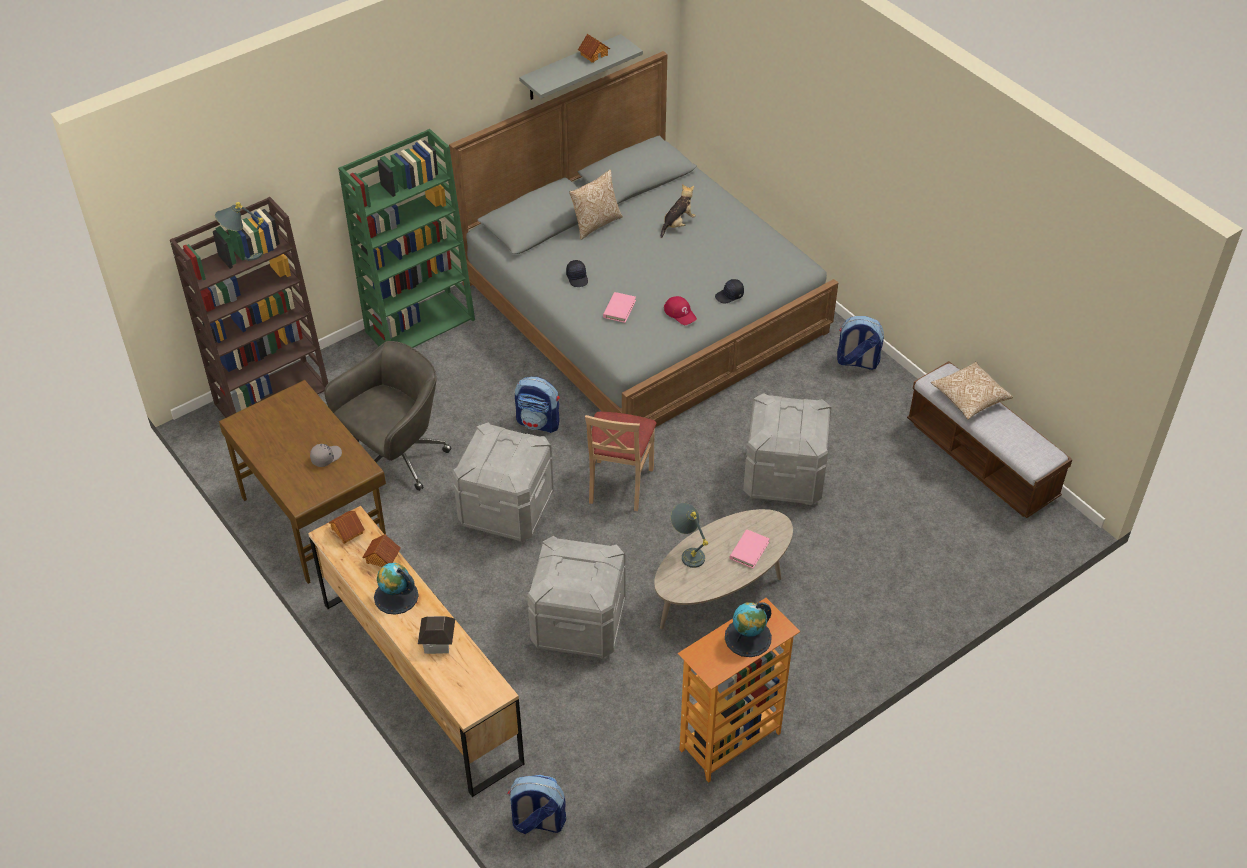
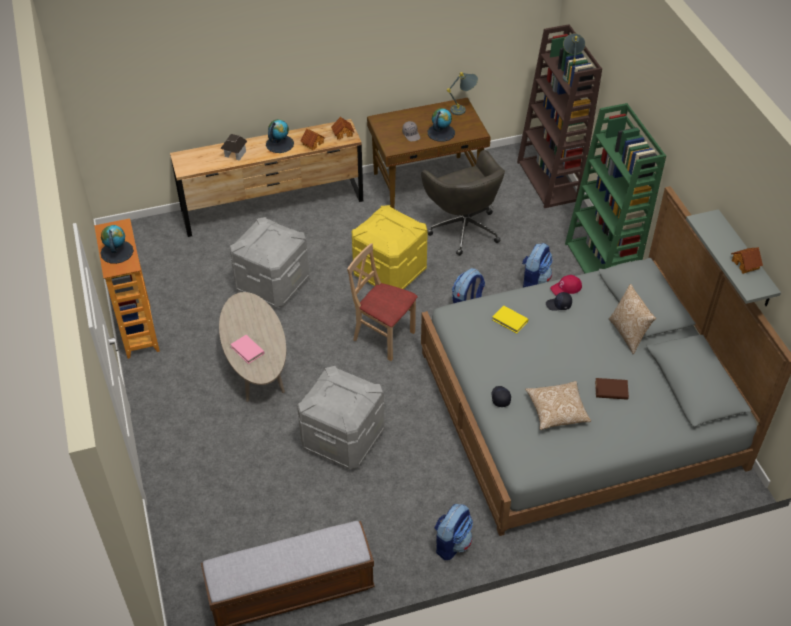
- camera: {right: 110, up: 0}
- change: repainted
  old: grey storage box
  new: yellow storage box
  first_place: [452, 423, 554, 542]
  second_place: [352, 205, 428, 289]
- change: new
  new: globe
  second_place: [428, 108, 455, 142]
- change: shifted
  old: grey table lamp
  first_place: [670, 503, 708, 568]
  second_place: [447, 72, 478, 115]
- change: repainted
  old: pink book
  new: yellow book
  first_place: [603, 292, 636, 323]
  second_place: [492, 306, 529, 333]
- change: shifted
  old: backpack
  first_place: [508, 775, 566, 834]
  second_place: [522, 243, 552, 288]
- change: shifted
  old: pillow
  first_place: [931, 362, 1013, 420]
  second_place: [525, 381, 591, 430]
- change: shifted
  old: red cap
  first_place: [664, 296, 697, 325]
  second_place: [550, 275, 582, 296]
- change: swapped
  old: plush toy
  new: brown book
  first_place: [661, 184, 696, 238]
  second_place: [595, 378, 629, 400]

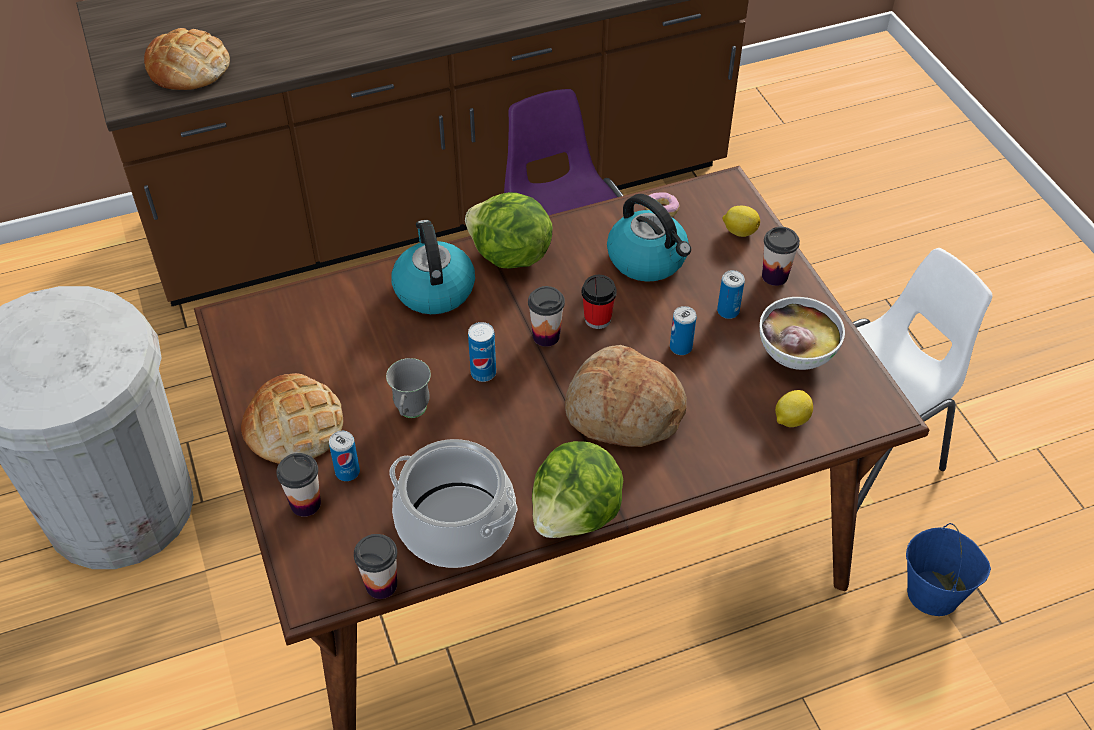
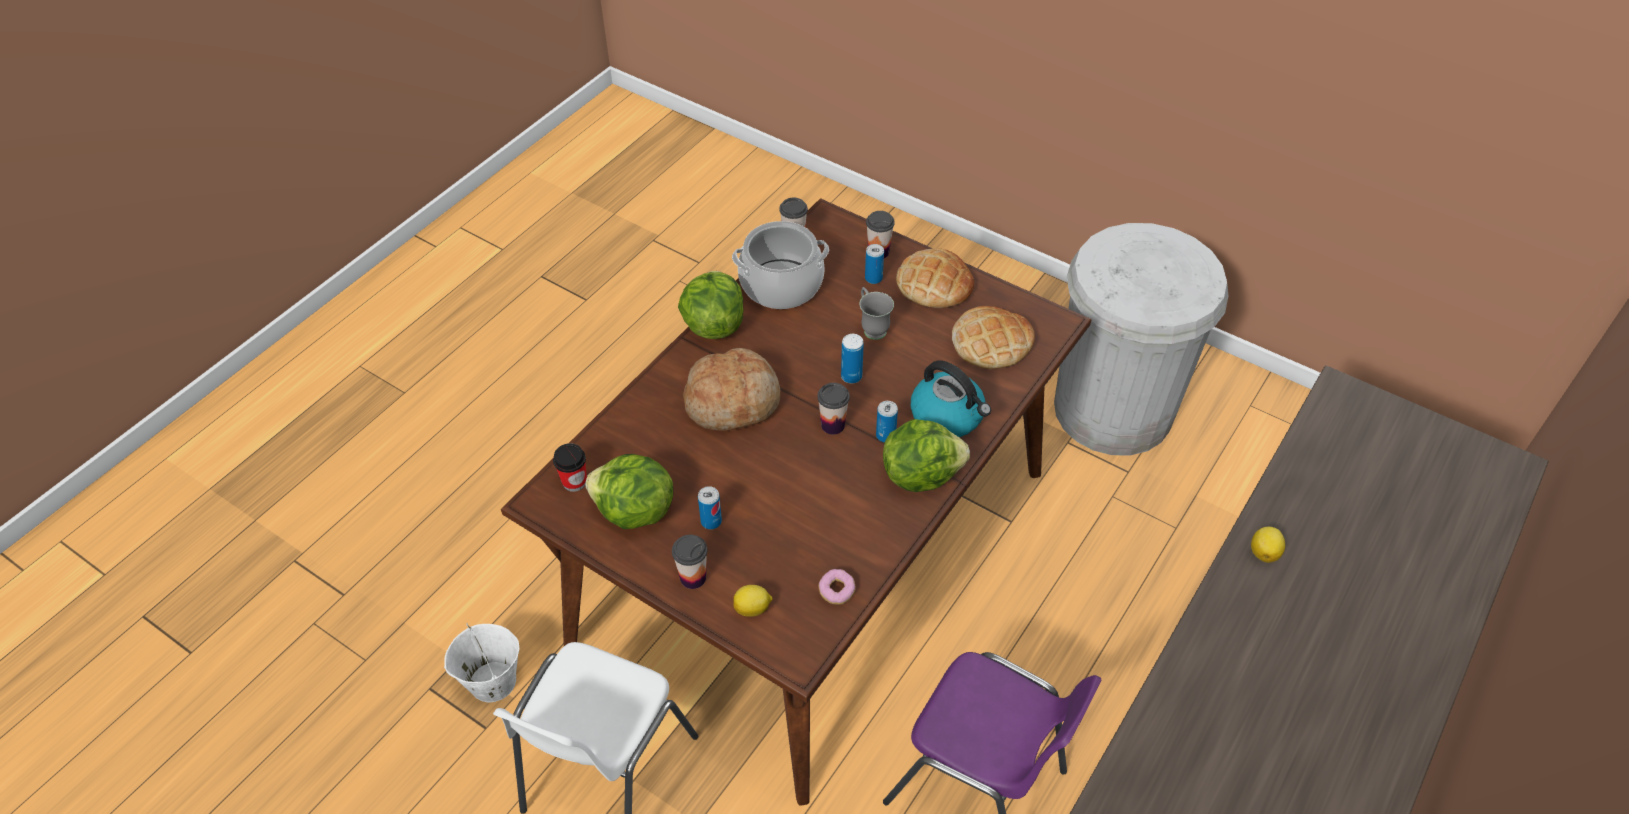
- camera: {right: 145, up: 0}
- change: repainted
  old: blue bucket
  new: white bucket
  first_place: [906, 523, 991, 616]
  second_place: [444, 624, 519, 702]
- change: shifted
  old: cup
  first_place: [581, 275, 617, 329]
  second_place: [553, 443, 587, 492]
- change: swapped
  old: bowl
  new: lettuce
  first_place: [759, 297, 845, 370]
  second_place: [585, 454, 673, 529]
- change: shifted
  old: can
  first_place: [670, 306, 697, 355]
  second_place: [876, 401, 898, 443]
- change: shifted
  old: bread
  first_place: [144, 28, 230, 90]
  second_place: [952, 306, 1035, 369]
- change: shifted
  old: lemon
  first_place: [775, 390, 813, 427]
  second_place: [1251, 527, 1285, 563]
- change: gone
  old: kettle
  first_place: [607, 194, 691, 282]

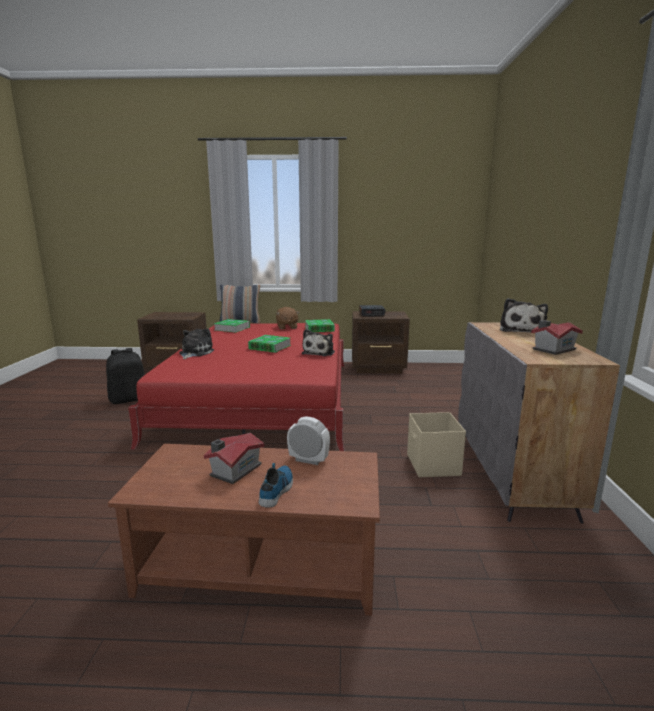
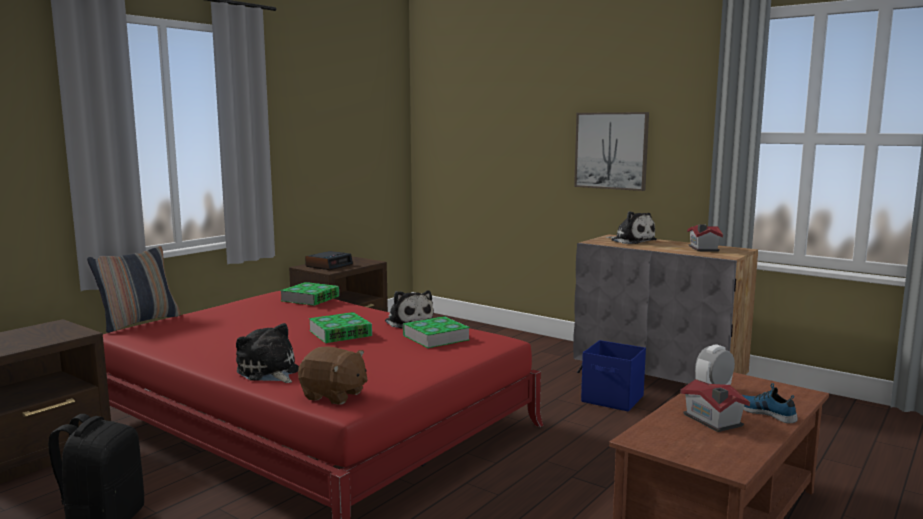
- camera: {right: -55, up: -5}
- change: shifted
  old: brown plush toy
  first_place: [276, 307, 299, 329]
  second_place: [298, 347, 368, 405]
- change: shifted
  old: book
  first_place: [214, 319, 250, 333]
  second_place: [403, 316, 470, 348]
- change: new
  new: picture
  second_place: [574, 112, 649, 191]
- change: repainted
  old: beige storage box
  new: blue storage box
  first_place: [407, 412, 466, 477]
  second_place: [581, 340, 646, 411]

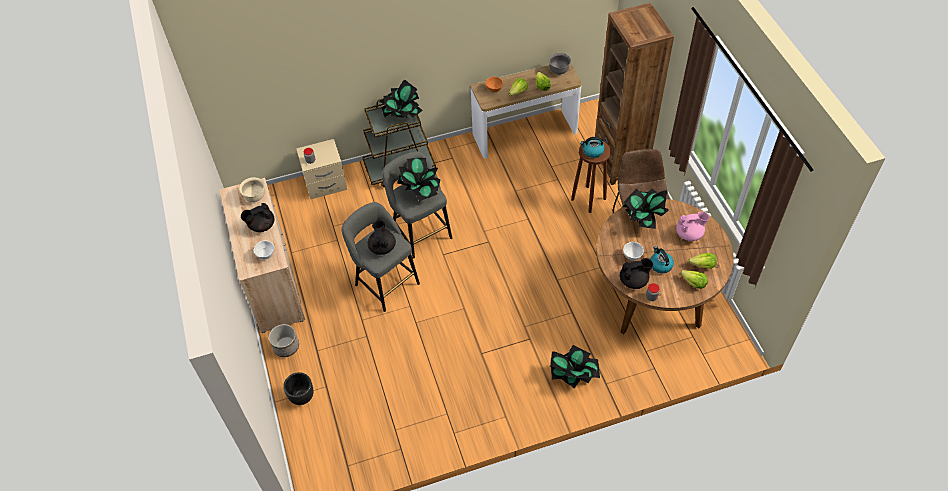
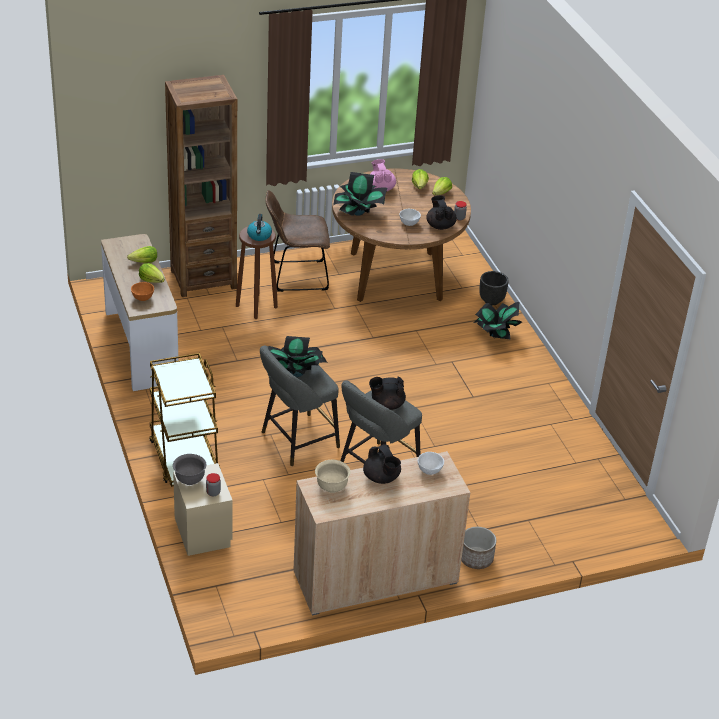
- camera: {right: -95, up: -15}
- change: shifted
  old: grey bowl
  first_place: [548, 53, 571, 75]
  second_place: [173, 454, 207, 485]
- change: shifted
  old: black planter
  first_place: [283, 372, 314, 405]
  second_place: [479, 271, 509, 305]
- change: gone
  old: potted plant
  first_place: [380, 80, 423, 118]
- change: gone
  old: kettle
  first_place: [650, 246, 674, 273]

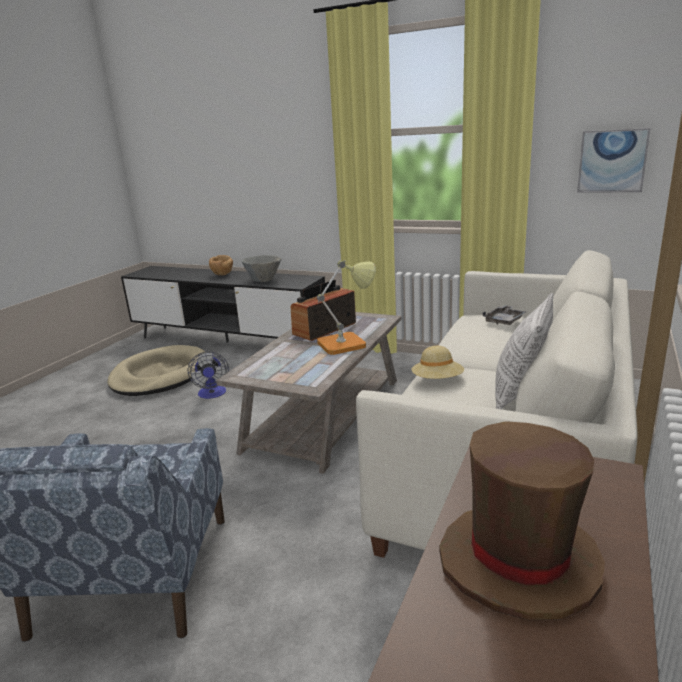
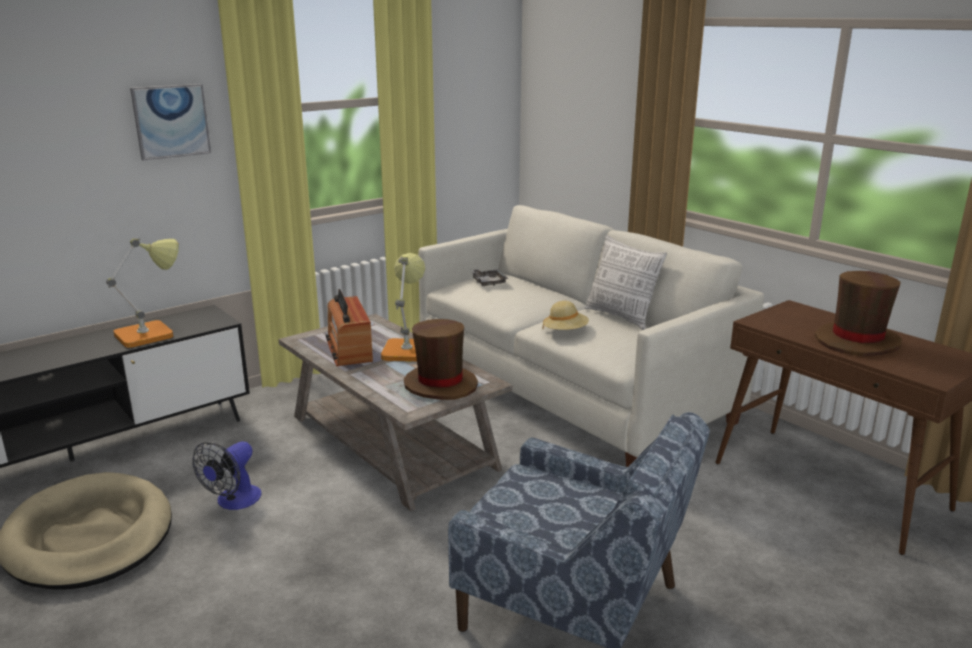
- camera: {right: -65, up: 0}
- change: swapped
  old: grey bowl
  new: table lamp
  first_place: [242, 255, 281, 282]
  second_place: [106, 238, 179, 348]
- change: shifted
  old: picture
  first_place: [577, 128, 650, 193]
  second_place: [130, 84, 211, 161]
- change: rotated
  old: fan
  first_place: [188, 351, 229, 399]
  second_place: [192, 441, 262, 510]
  degrees: 105
- change: new
  new: brown hat
  second_place: [404, 319, 478, 400]
- change: gone
  old: brown bowl
  first_place: [209, 255, 233, 276]

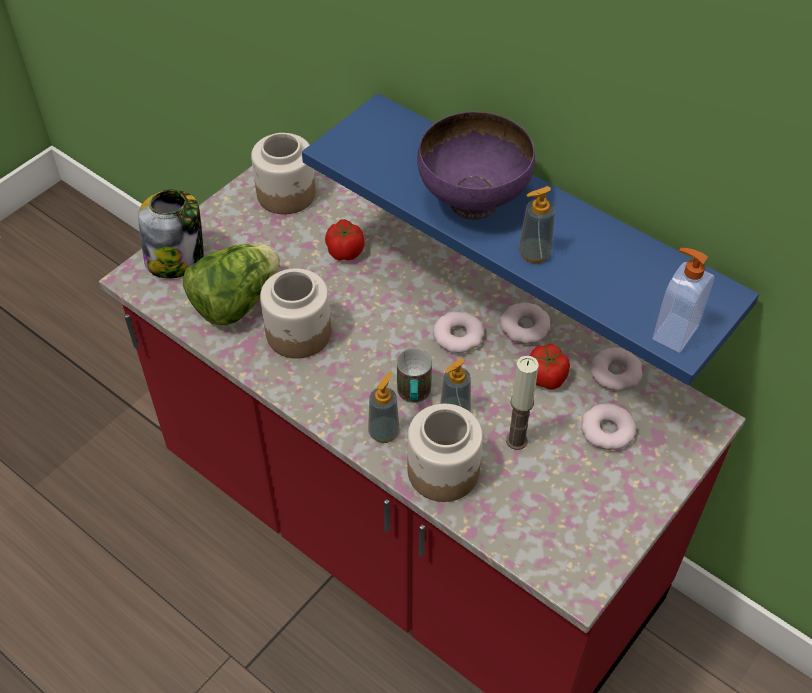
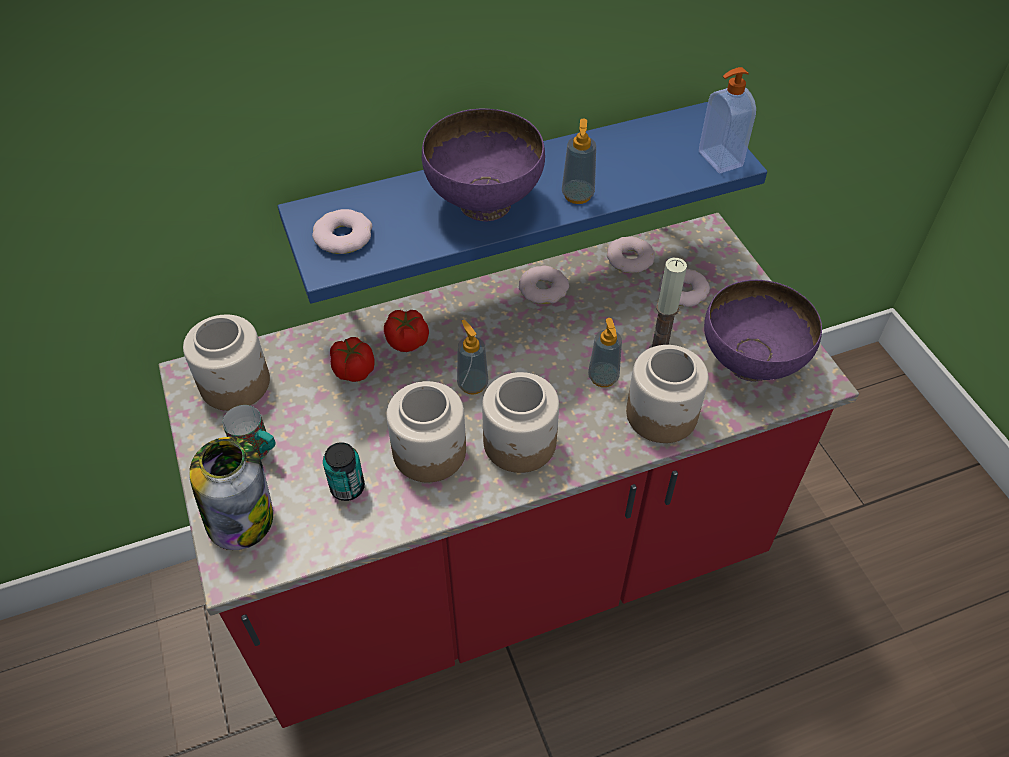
- camera: {right: -60, up: 0}
- change: shifted
  old: mug
  first_place: [397, 348, 432, 403]
  second_place: [222, 405, 276, 459]
- change: shifted
  old: donut
  first_place: [433, 312, 484, 353]
  second_place: [312, 209, 372, 254]
- change: swapped
  old: lettuce
  new: can
  first_place: [183, 243, 280, 325]
  second_place: [323, 442, 365, 501]
- change: shifted
  old: tomato
  first_place: [530, 343, 570, 389]
  second_place: [384, 310, 429, 352]
- change: shifted
  old: soap dispenser
  first_place: [368, 372, 400, 443]
  second_place: [457, 320, 488, 394]
- change: new
  new: jar
  second_place: [482, 372, 559, 473]
- change: new
  new: purple bowl
  second_place: [704, 280, 822, 382]

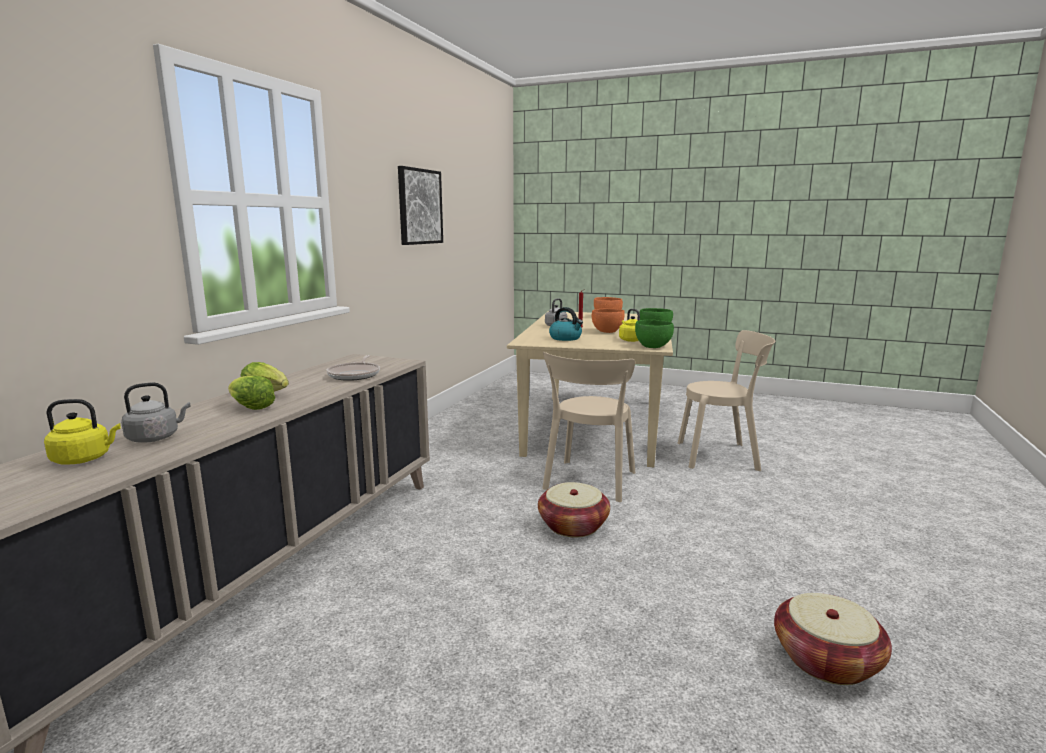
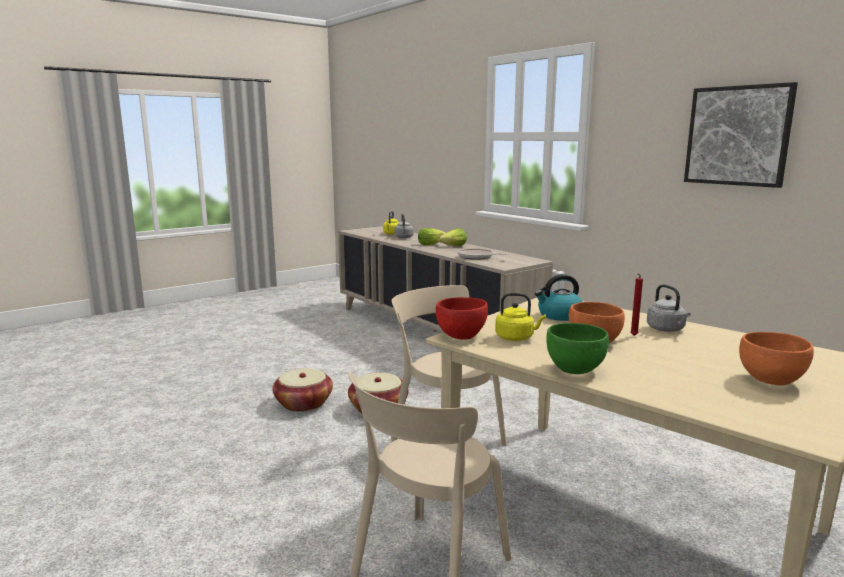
- camera: {right: 120, up: 0}
- change: shifted
  old: basket
  first_place: [774, 593, 892, 685]
  second_place: [272, 368, 333, 412]
- change: repainted
  old: green bowl
  new: red bowl
  first_place: [635, 320, 674, 348]
  second_place: [436, 297, 488, 339]

